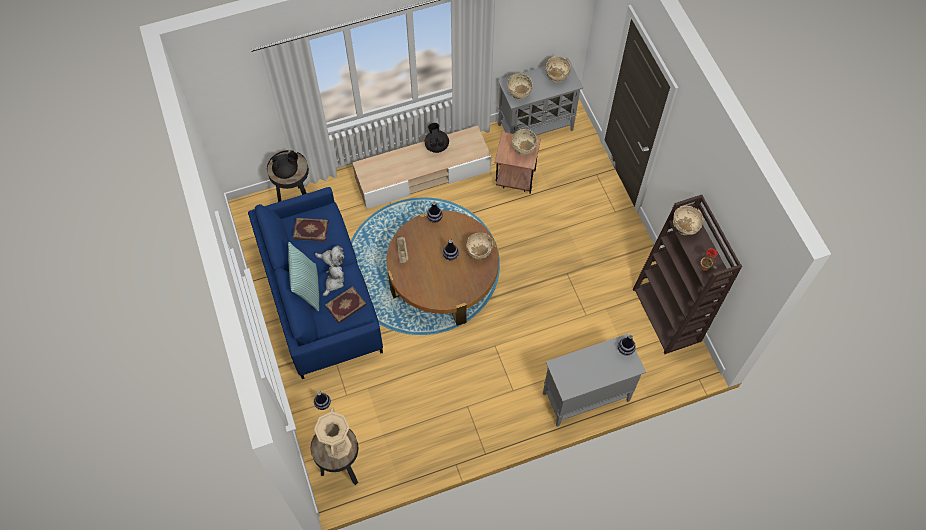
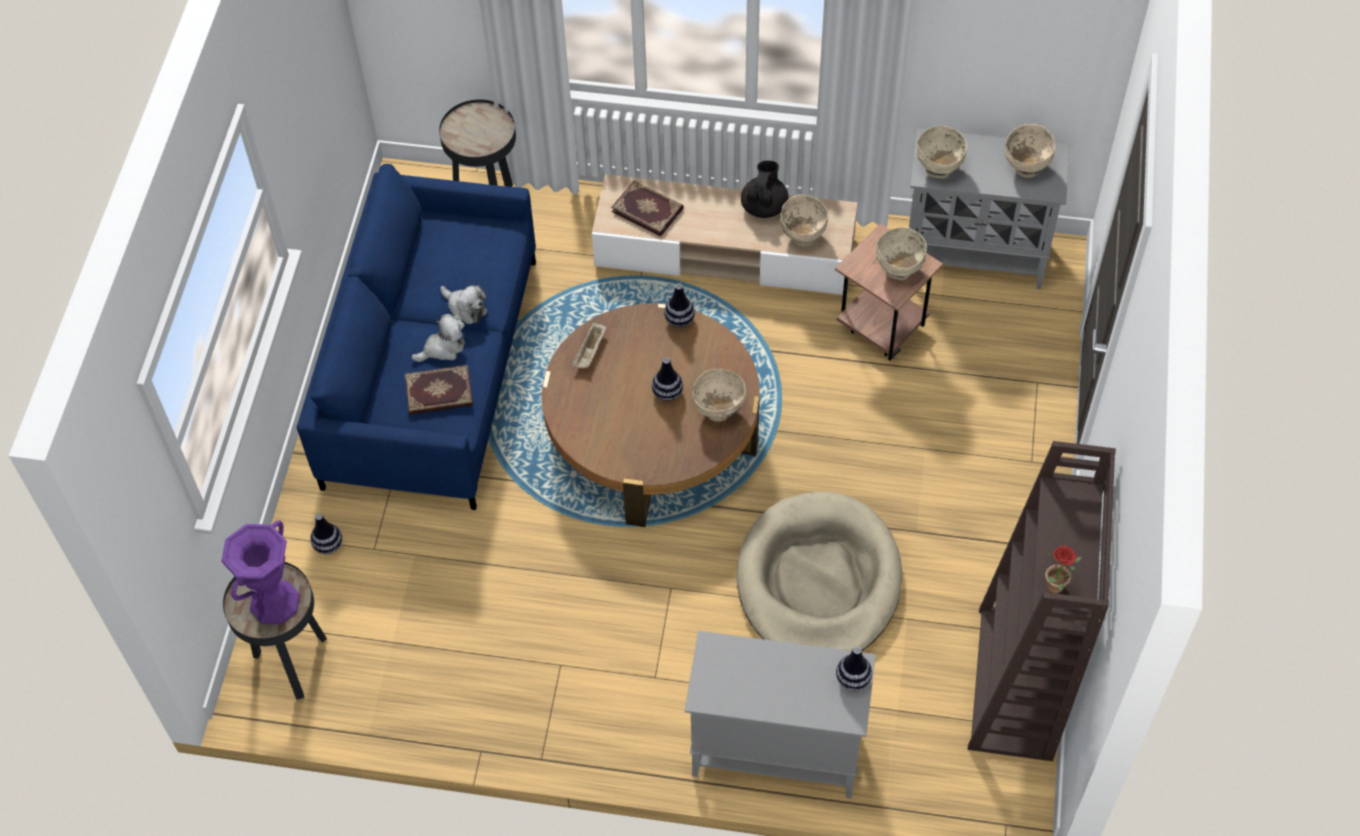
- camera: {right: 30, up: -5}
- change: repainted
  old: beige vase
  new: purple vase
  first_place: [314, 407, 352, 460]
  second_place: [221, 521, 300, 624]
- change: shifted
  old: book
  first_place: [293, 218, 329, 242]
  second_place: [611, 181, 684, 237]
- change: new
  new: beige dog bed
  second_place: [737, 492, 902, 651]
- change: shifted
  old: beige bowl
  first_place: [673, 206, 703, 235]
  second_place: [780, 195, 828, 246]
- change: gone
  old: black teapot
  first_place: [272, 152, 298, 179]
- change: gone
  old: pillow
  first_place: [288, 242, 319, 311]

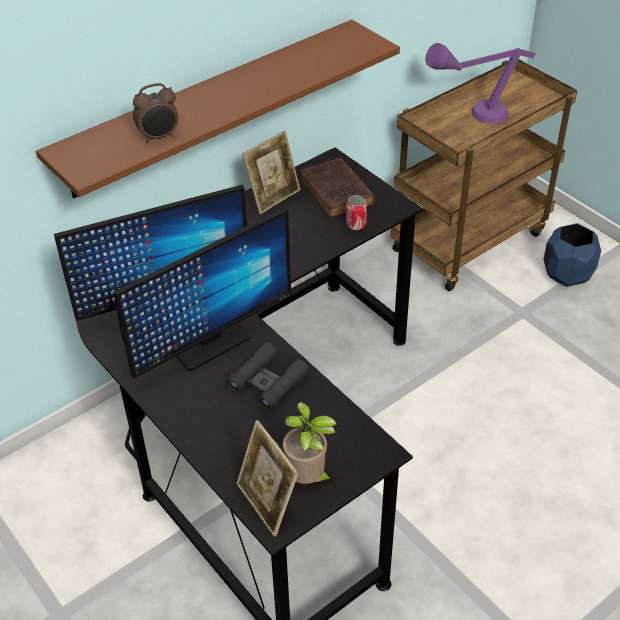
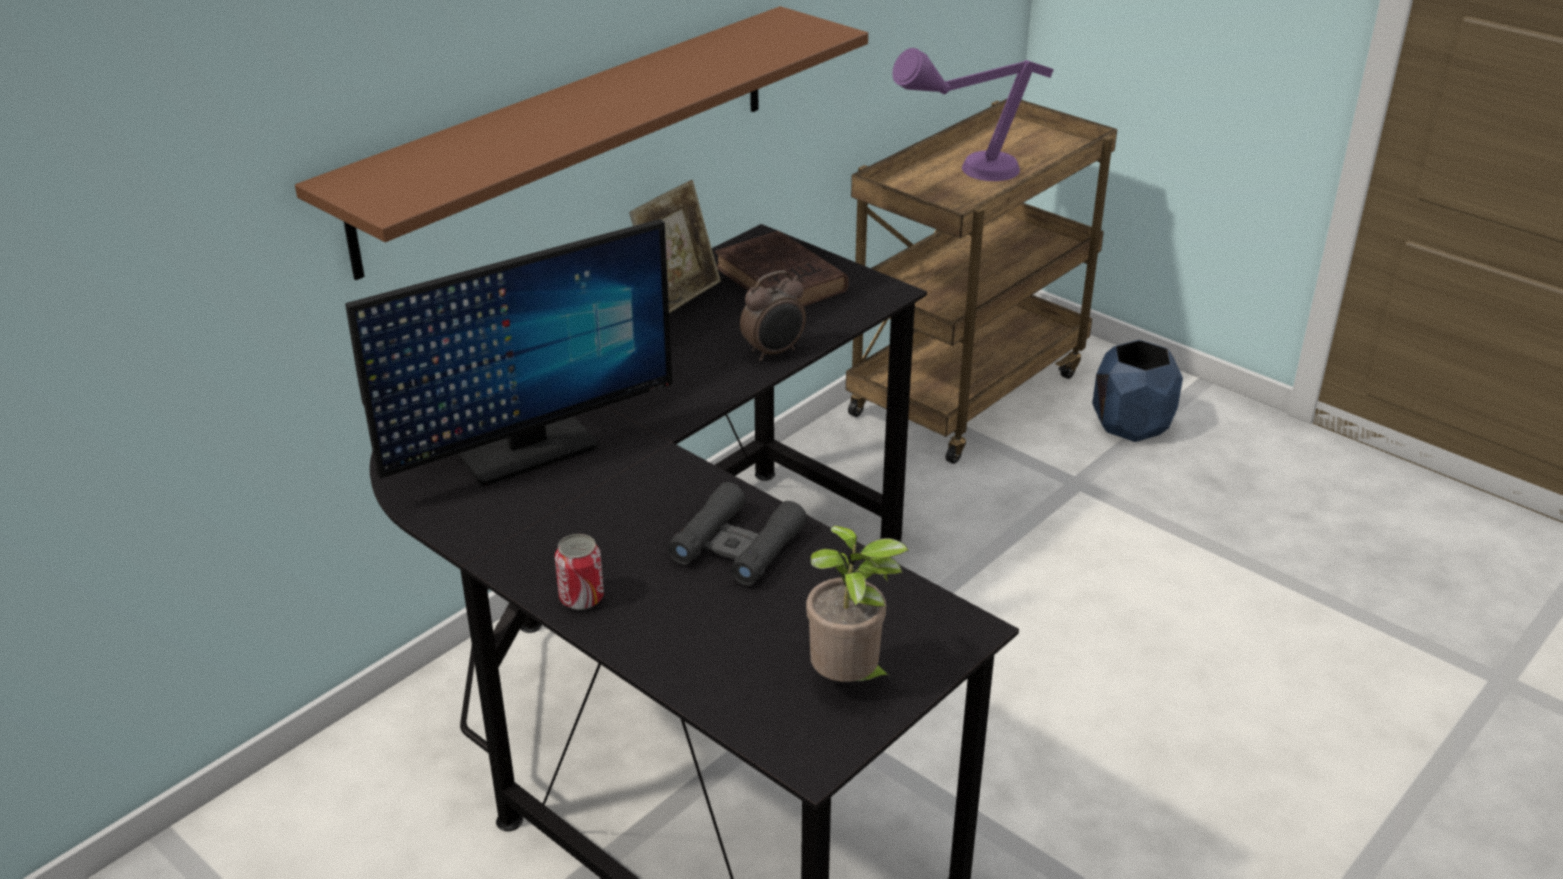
- camera: {right: -10, up: -10}
- change: shifted
  old: can
  first_place: [346, 195, 367, 230]
  second_place: [555, 534, 604, 610]
- change: shifted
  old: alarm clock
  first_place: [133, 83, 179, 143]
  second_place: [740, 271, 806, 361]
- change: gone
  old: monitor
  first_place: [113, 208, 291, 379]
- change: gone
  old: picture frame
  first_place: [236, 420, 298, 537]

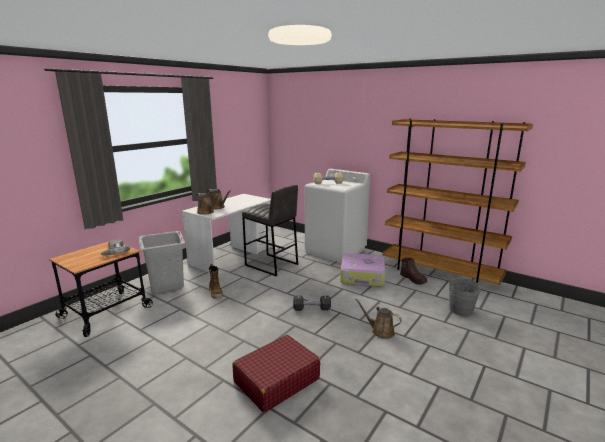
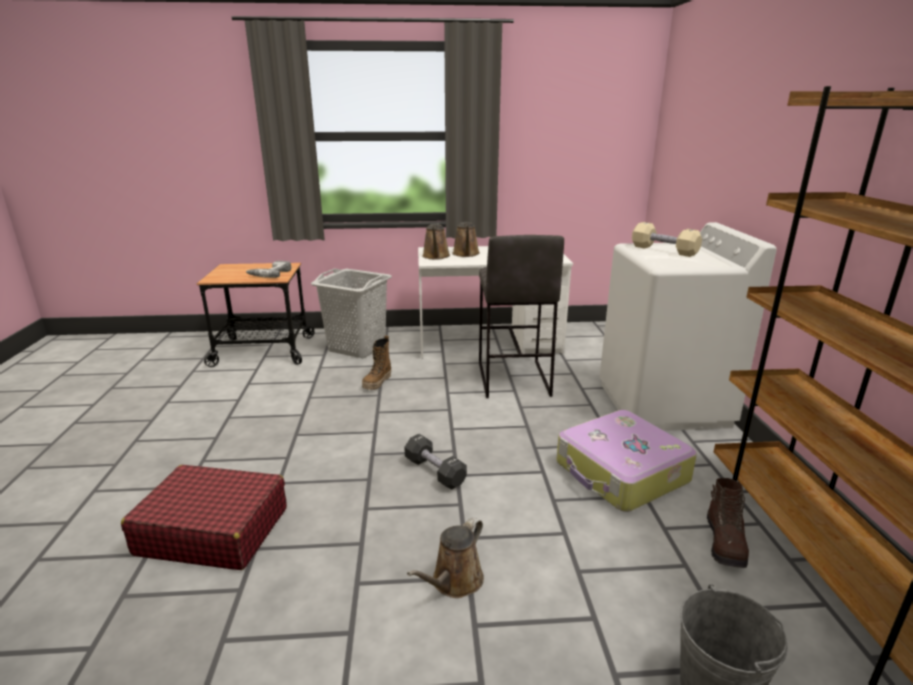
- camera: {right: 50, up: 5}
- change: rotated
  old: brown watering can
  first_place: [355, 299, 402, 339]
  second_place: [407, 517, 484, 598]
  degrees: -135

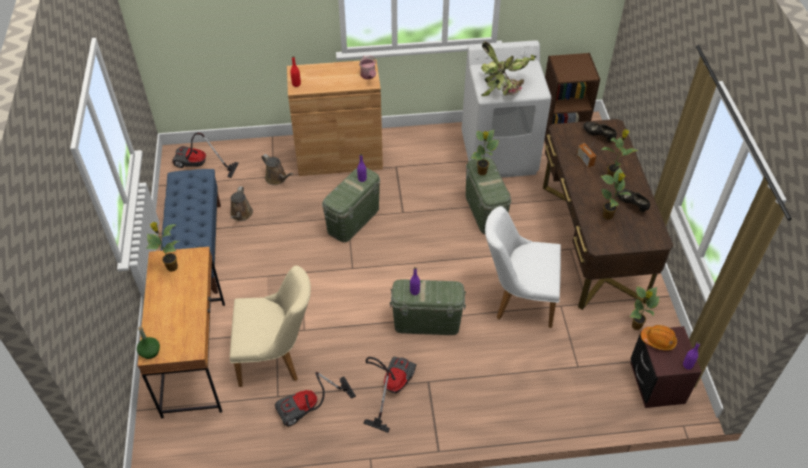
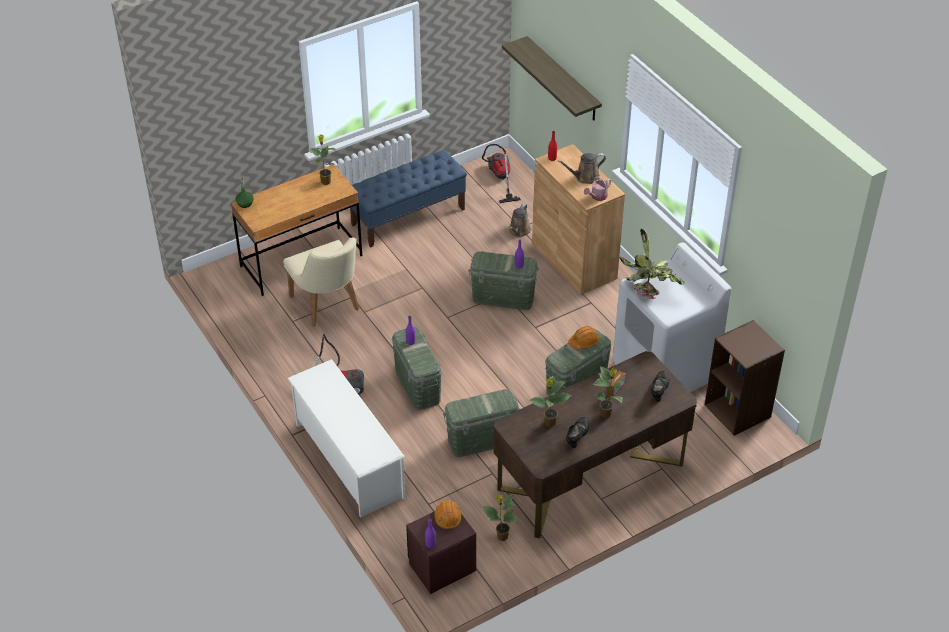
- camera: {right: 65, up: -5}
- change: new
  new: white shoe rack
  second_place: [287, 359, 405, 517]
- change: swapped
  old: white chair
  new: green storage box
  first_place: [485, 206, 561, 328]
  second_place: [443, 389, 520, 457]
- change: new
  new: shelf
  second_place: [502, 36, 602, 120]
- change: shifted
  old: brown watering can
  first_place: [230, 186, 253, 221]
  second_place: [558, 153, 606, 184]
- change: swapped
  old: potted plant
  new: orange hard hat
  first_place: [470, 130, 499, 175]
  second_place: [569, 326, 599, 349]
- change: gone
  old: vacuum cleaner
  first_place: [275, 372, 356, 427]

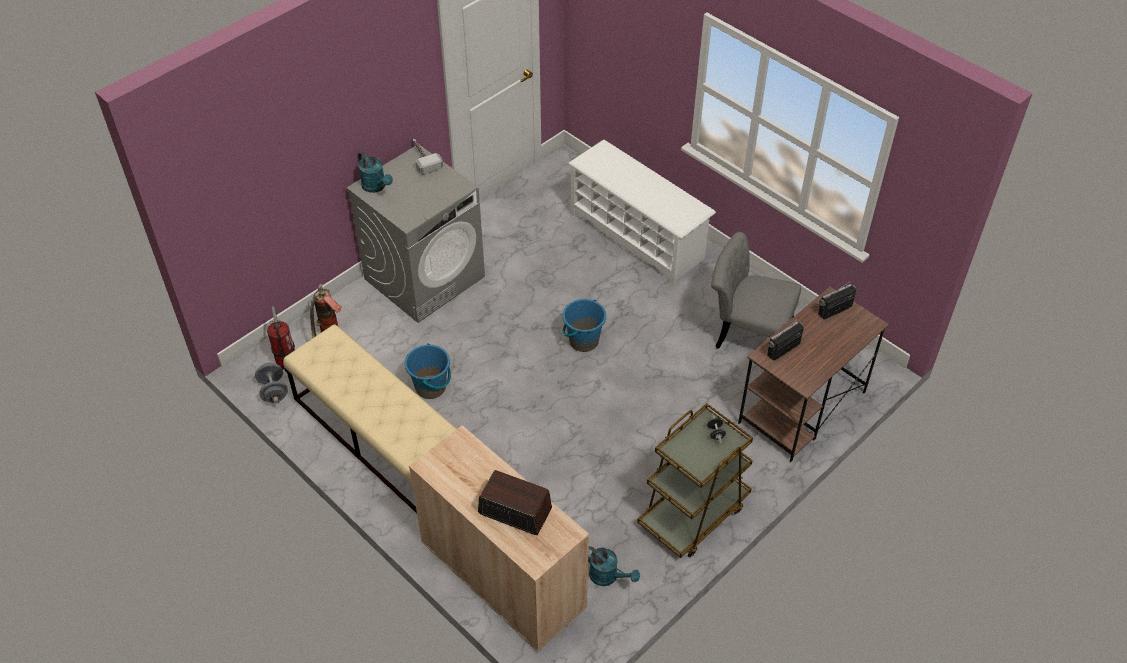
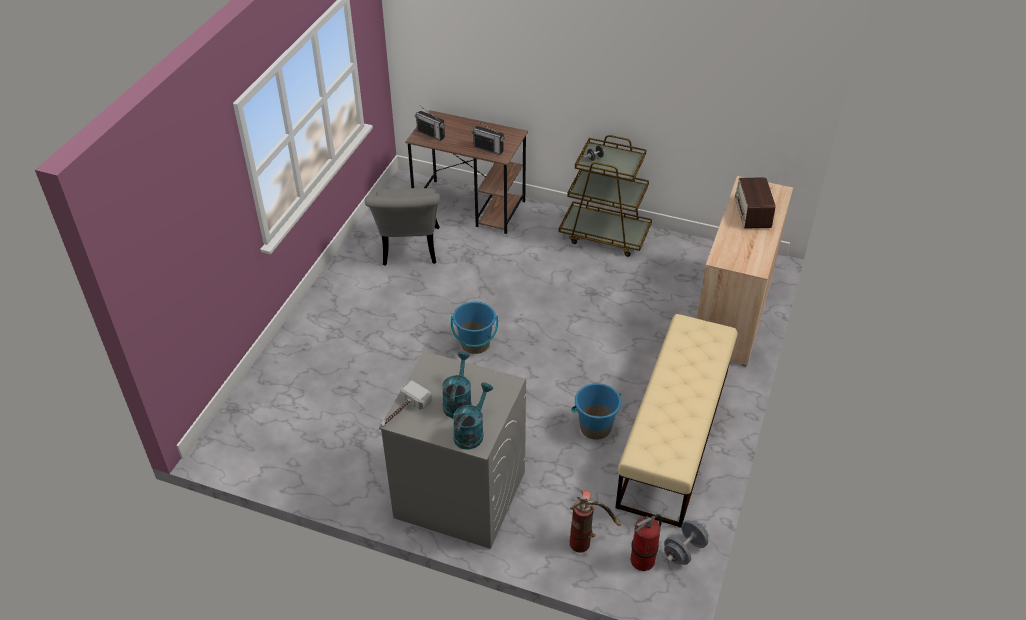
- camera: {right: -115, up: -5}
- change: shifted
  old: turquoise watering can
  first_place: [588, 546, 640, 586]
  second_place: [442, 351, 472, 418]
- change: gone
  old: white shoe rack
  first_place: [568, 140, 716, 285]

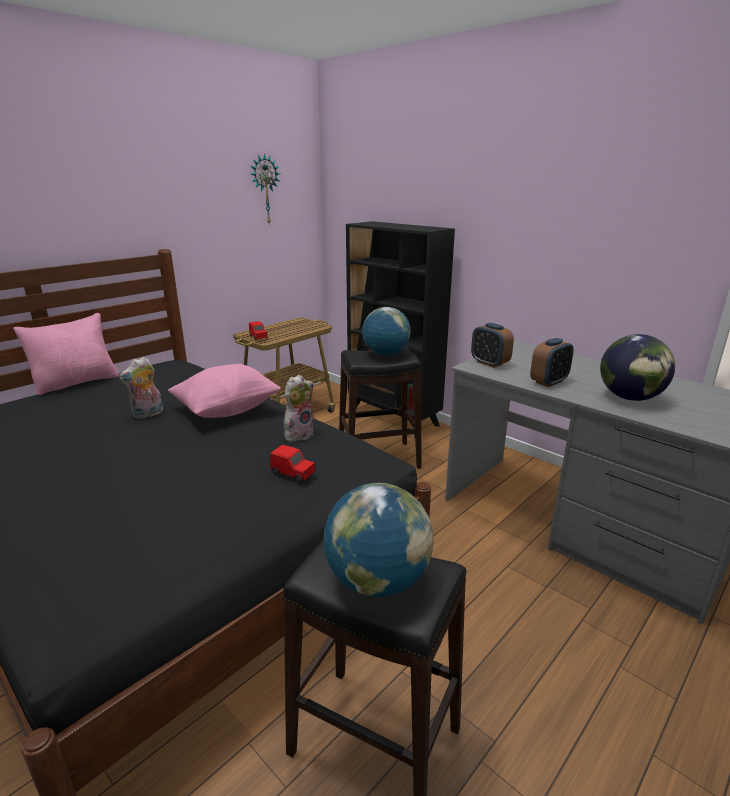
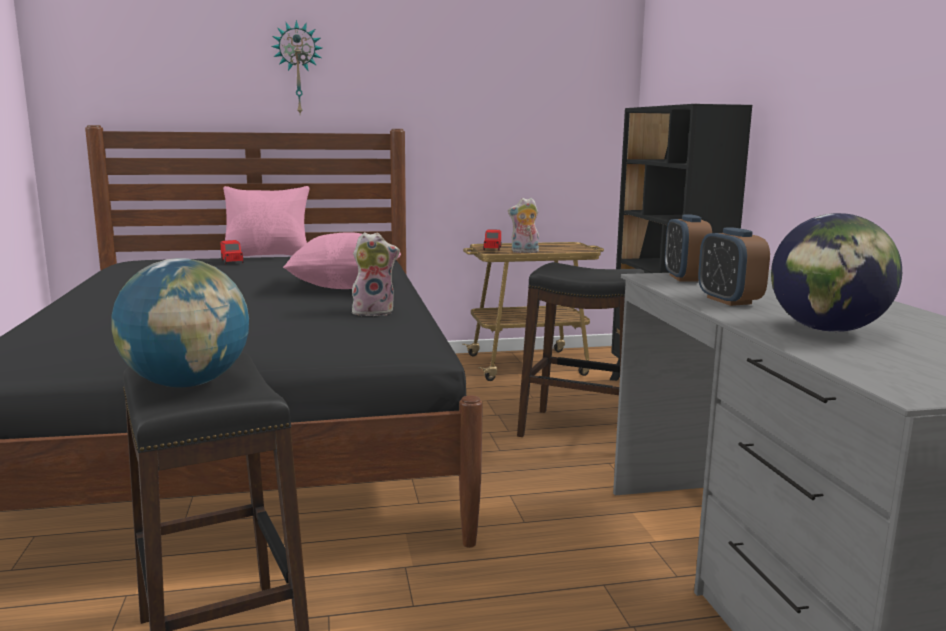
- camera: {right: 35, up: -10}
- change: shifted
  old: red toy car
  first_place: [270, 445, 316, 483]
  second_place: [221, 240, 244, 264]
- change: shifted
  old: wall clock
  first_place: [251, 153, 280, 224]
  second_place: [271, 20, 322, 114]
- change: shifted
  old: plush toy
  first_place: [119, 357, 163, 419]
  second_place: [508, 198, 539, 253]
- change: rotated
  old: alarm clock
  first_place: [530, 338, 574, 387]
  second_place: [698, 227, 770, 306]
  degrees: 75
- change: gone
  old: globe
  first_place: [362, 307, 411, 356]

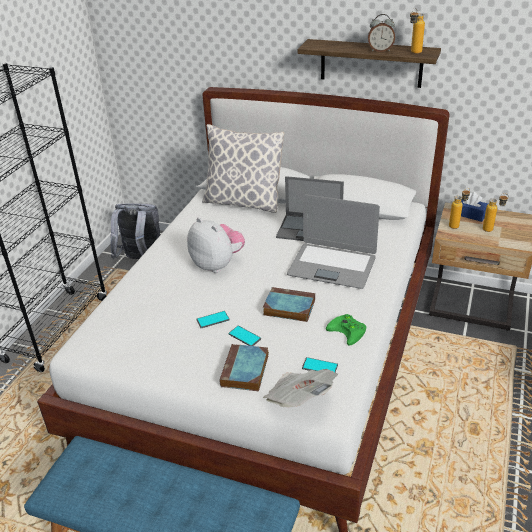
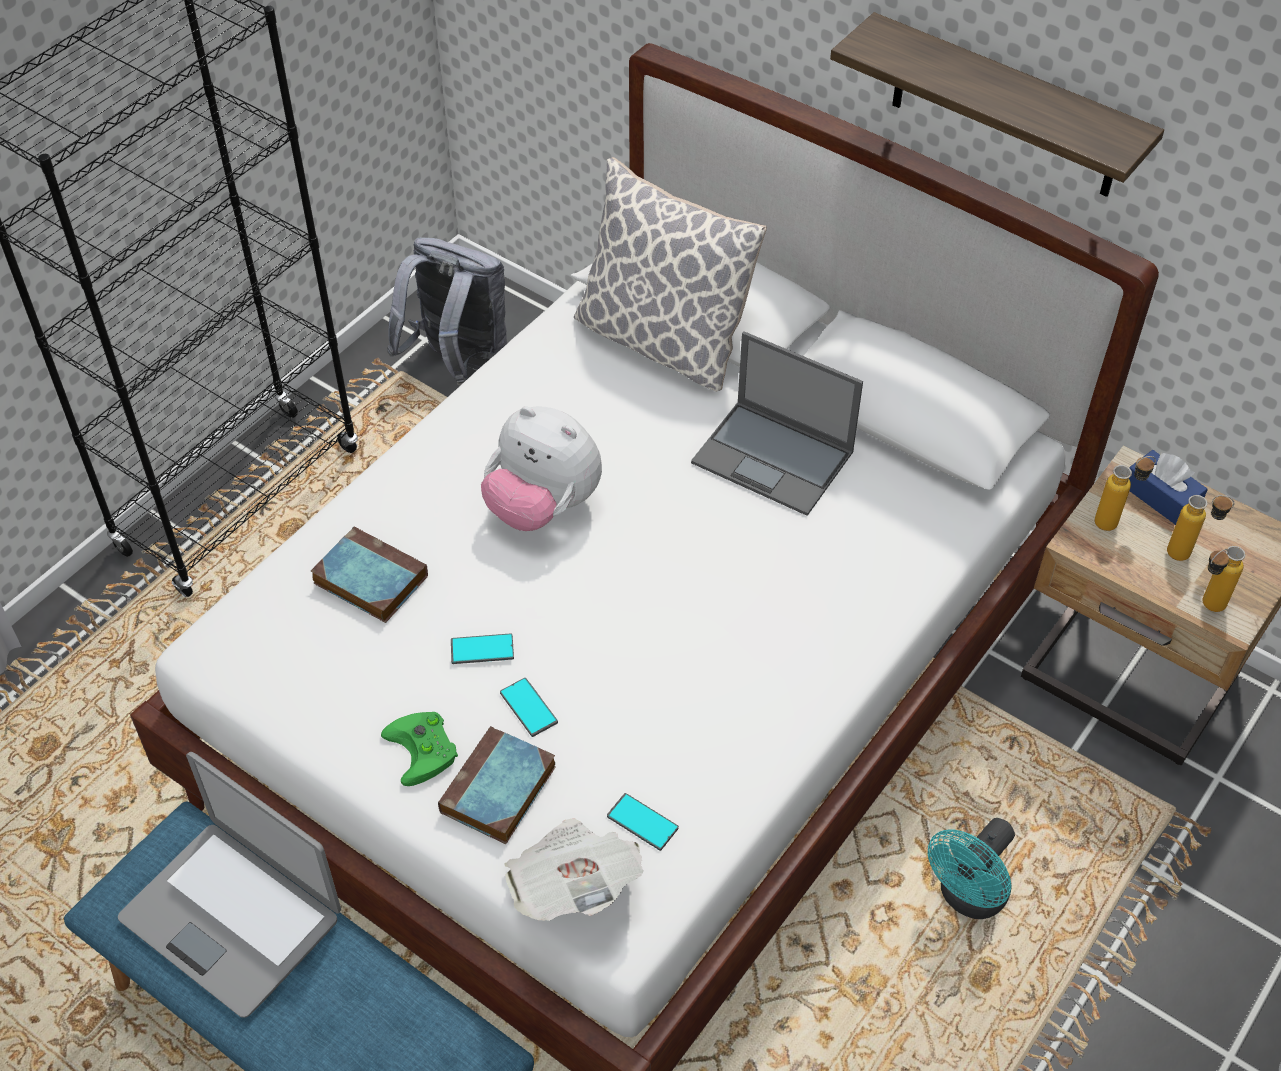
- camera: {right: 15, up: 15}
- change: shifted
  old: laptop
  first_place: [287, 194, 380, 289]
  second_place: [118, 752, 341, 1018]
- change: shifted
  old: book
  first_place: [263, 287, 315, 322]
  second_place: [311, 526, 428, 623]
- change: shifted
  old: green game controller
  first_place: [326, 314, 367, 345]
  second_place: [381, 712, 458, 786]
- change: rotated
  old: plush toy
  first_place: [187, 217, 245, 273]
  second_place: [481, 406, 602, 531]
  degrees: 150
- change: new
  new: turquoise fan
  second_place: [928, 818, 1015, 919]
- change: shifted
  old: bottle
  first_place: [410, 8, 425, 54]
  second_place: [1203, 546, 1246, 612]
- change: gone
  old: alarm clock
  first_place: [368, 14, 395, 52]

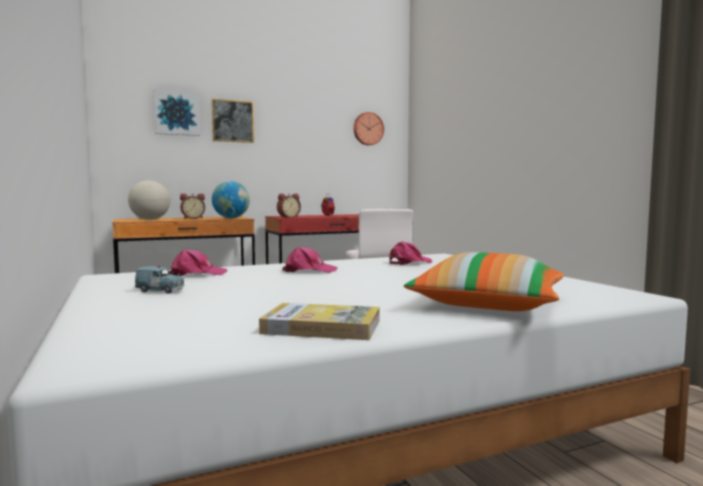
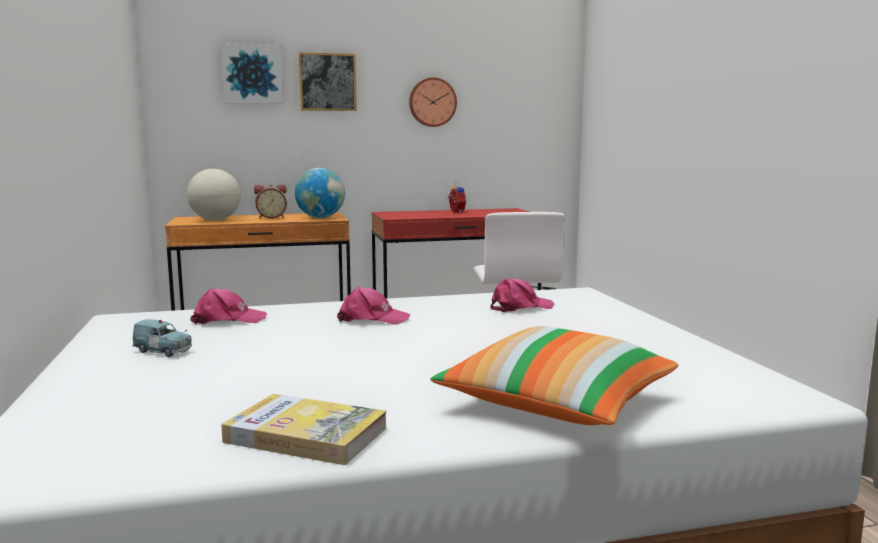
- camera: {right: 10, up: 5}
- change: shifted
  old: wall clock
  first_place: [353, 112, 384, 145]
  second_place: [409, 77, 457, 127]
- change: gone
  old: alarm clock
  first_place: [277, 193, 301, 218]

